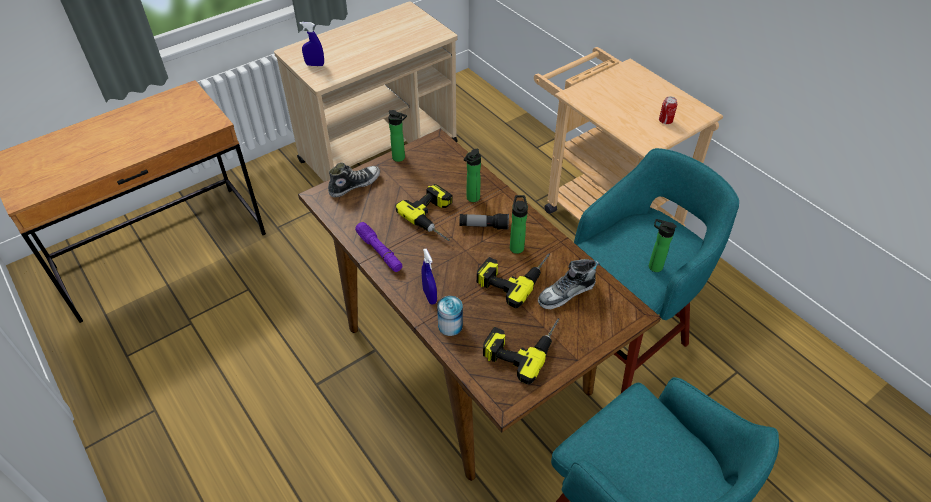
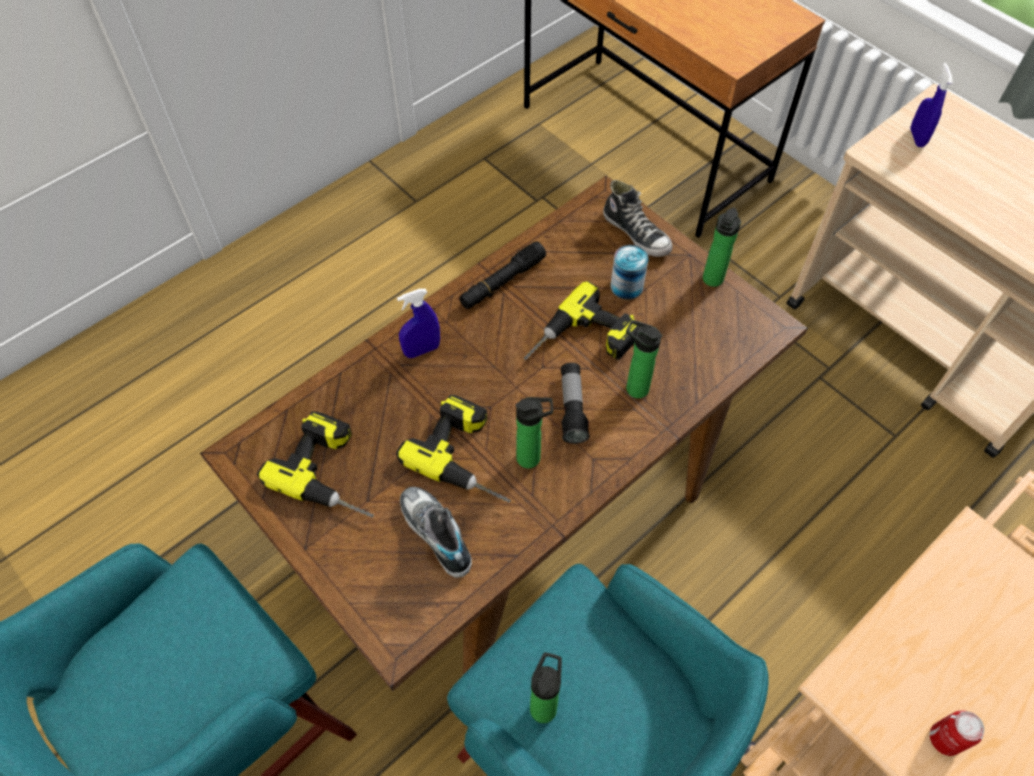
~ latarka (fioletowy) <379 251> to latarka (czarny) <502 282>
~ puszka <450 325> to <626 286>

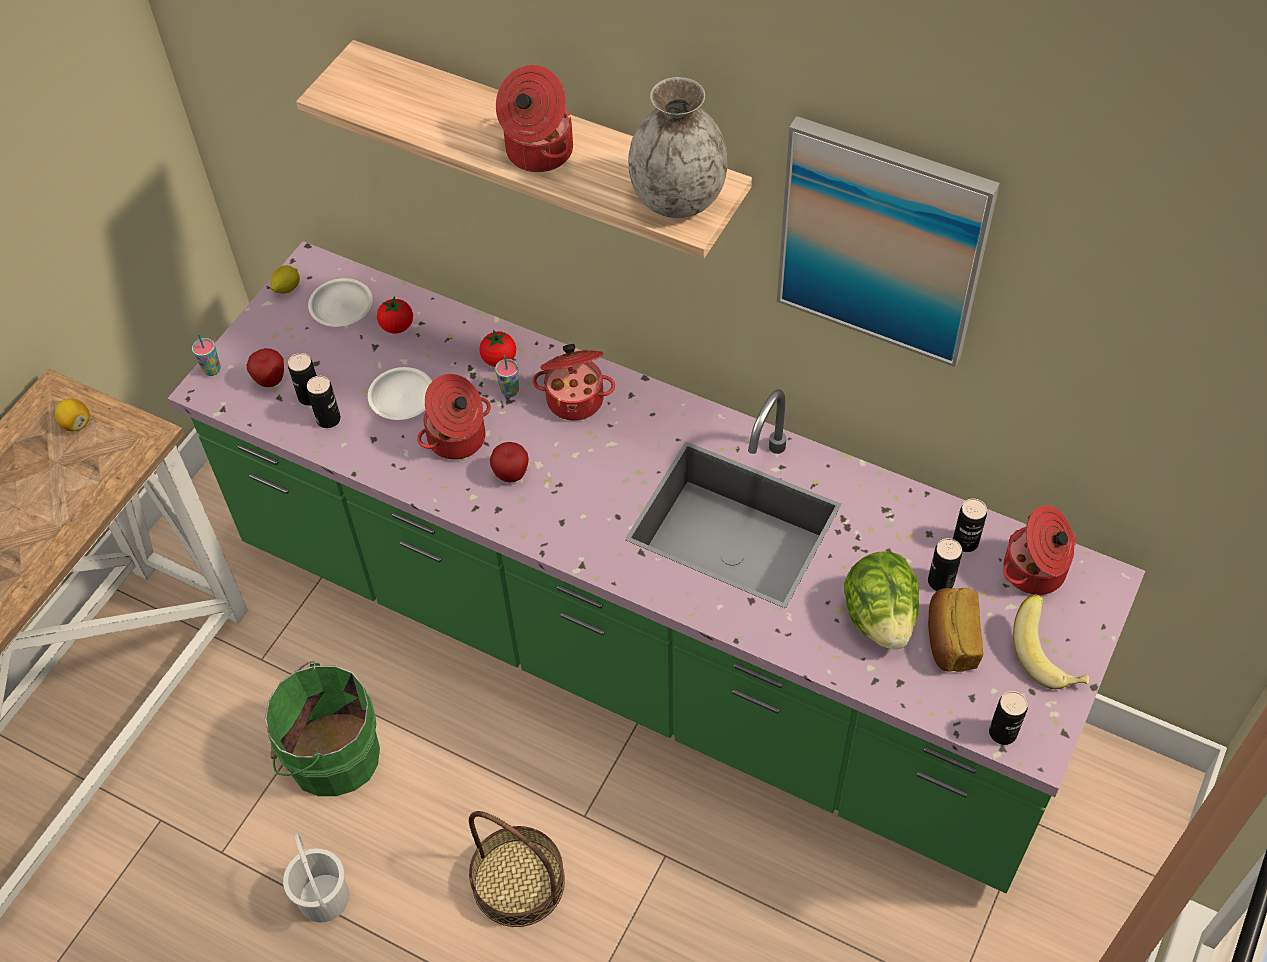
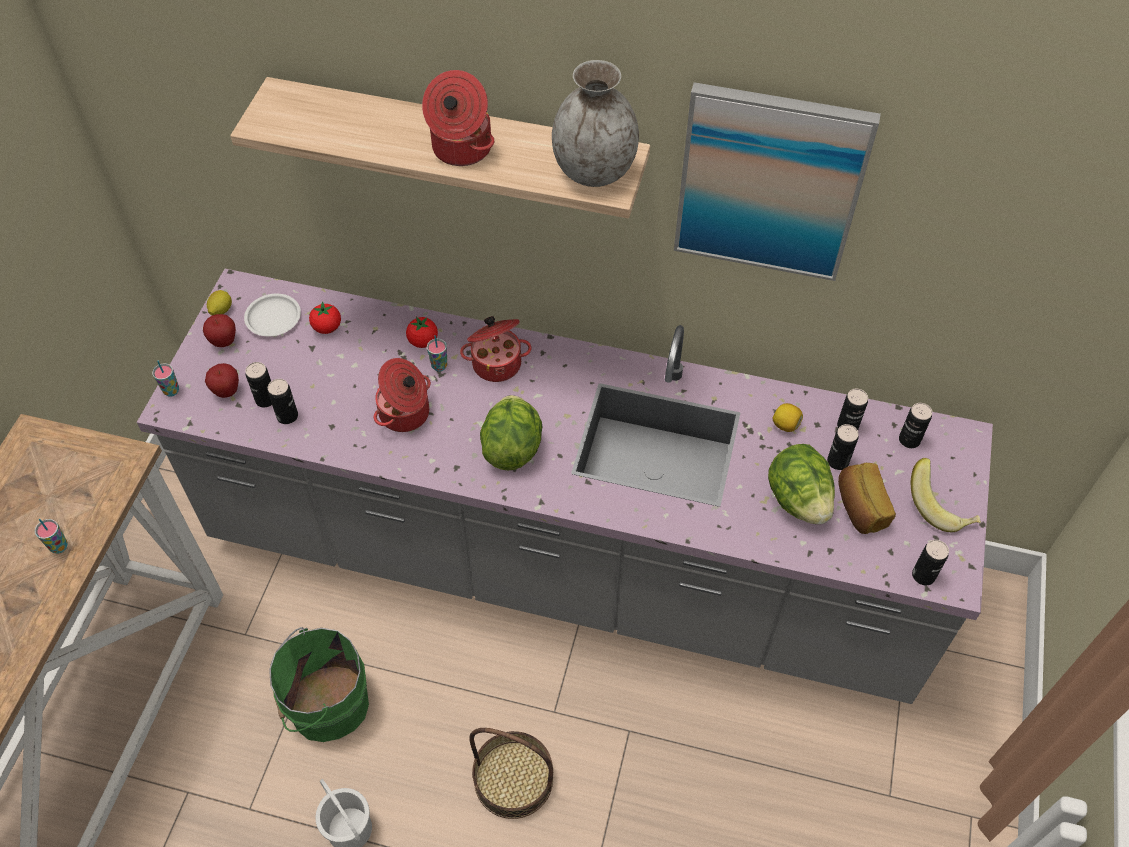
~ cytryna <76 424> to <785 425>
~ zabudowa kuchenna (zielony) <640 645> to zabudowa kuchenna (szary) <564 561>
- talerz (biały) <402 397>
~ jabłko <511 475> to <224 342>
~ garnek <1035 571> to puszka <909 440>
+ filiżanka <59 546>
+ sałata <512 447>

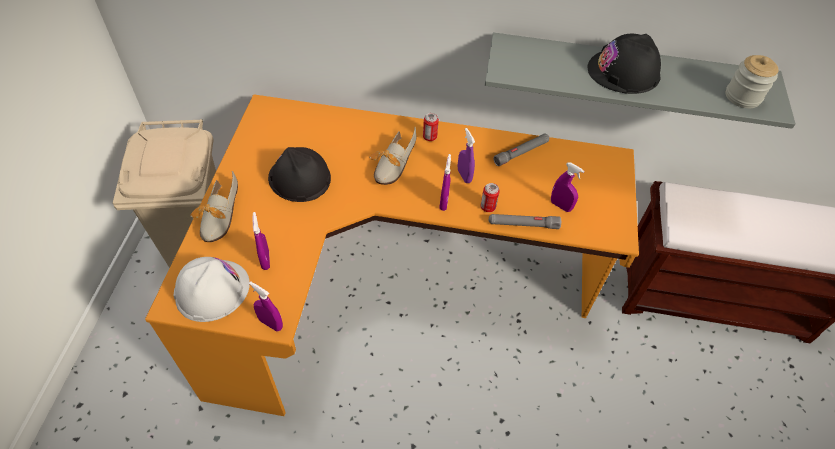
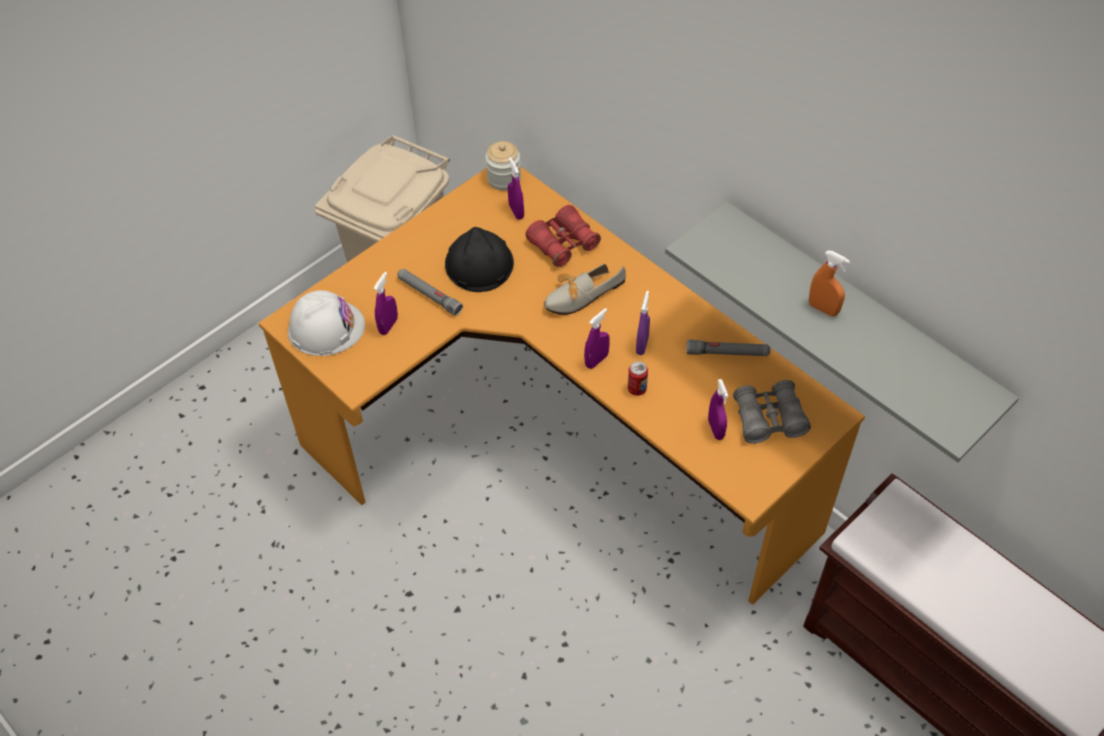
- but <218 218>
~ spryskiwacz (fioletowy) <271 323> to <516 212>
- puszka <429 137>
~ latarka (szary) <523 224> to <429 295>
~ kask (czarny) <624 72> to spryskiwacz (pomarańczowy) <823 309>
~ słoik <742 97> to <504 179>
+ lornetka (czerwony) <563 244>
+ lornetka (szary) <769 419>

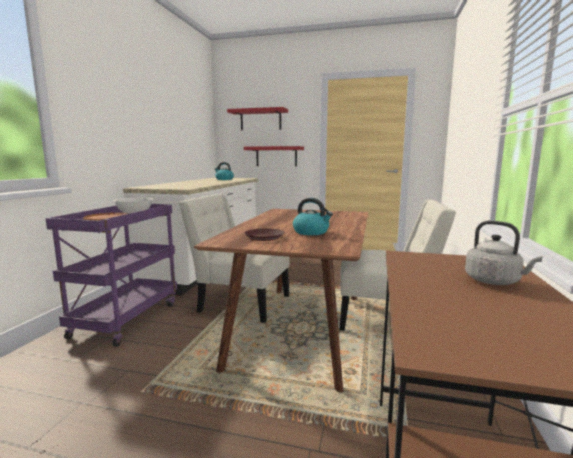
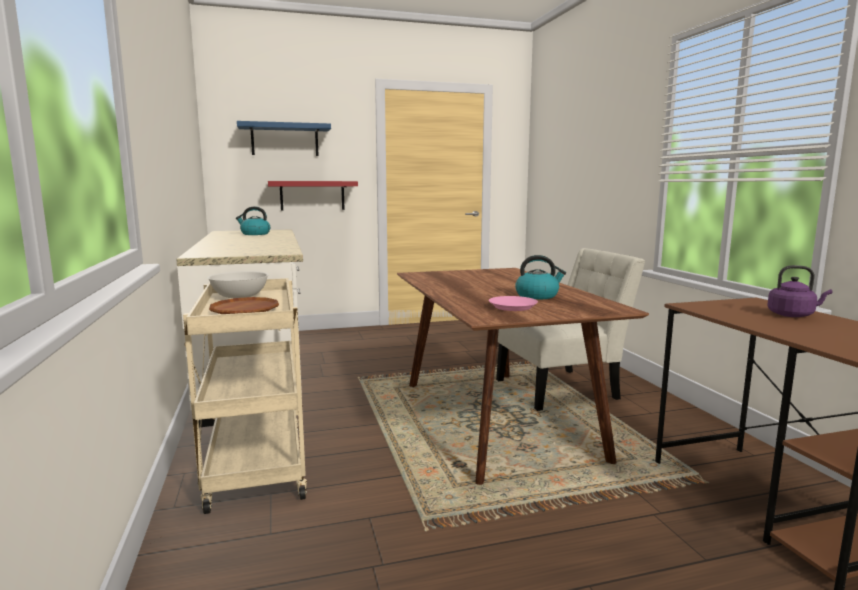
~ wózek (fioletowy) <126 319> to wózek (beżowy) <255 465>
- krzesło (biały) <240 302>
~ półka (czerwony) <260 120> to półka (niebieski) <285 140>
~ talerz (brązowy) <264 237> to talerz (różowy) <512 307>
~ czajnik (szary) <495 281> to czajnik (fioletowy) <793 315>

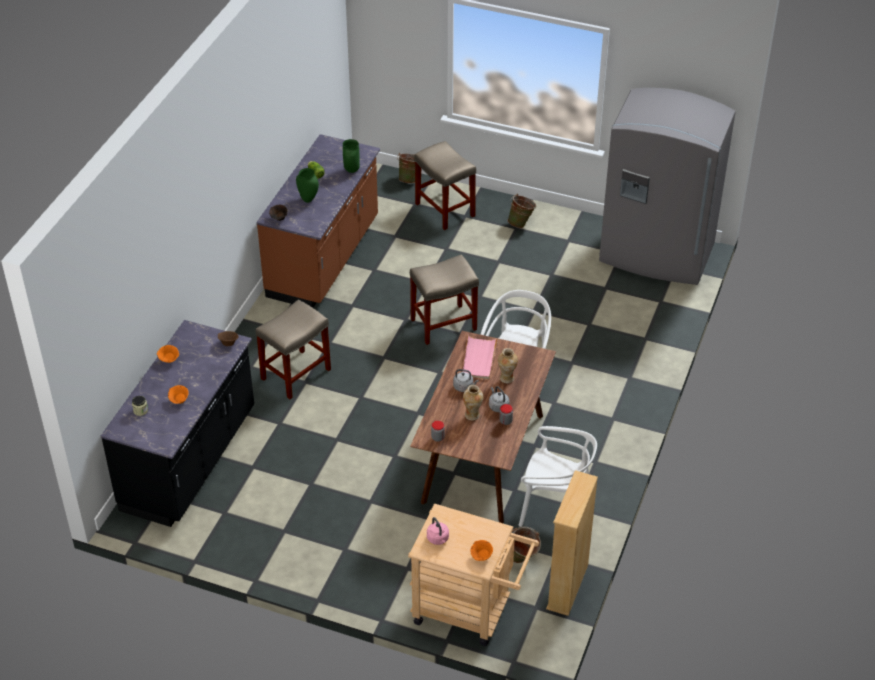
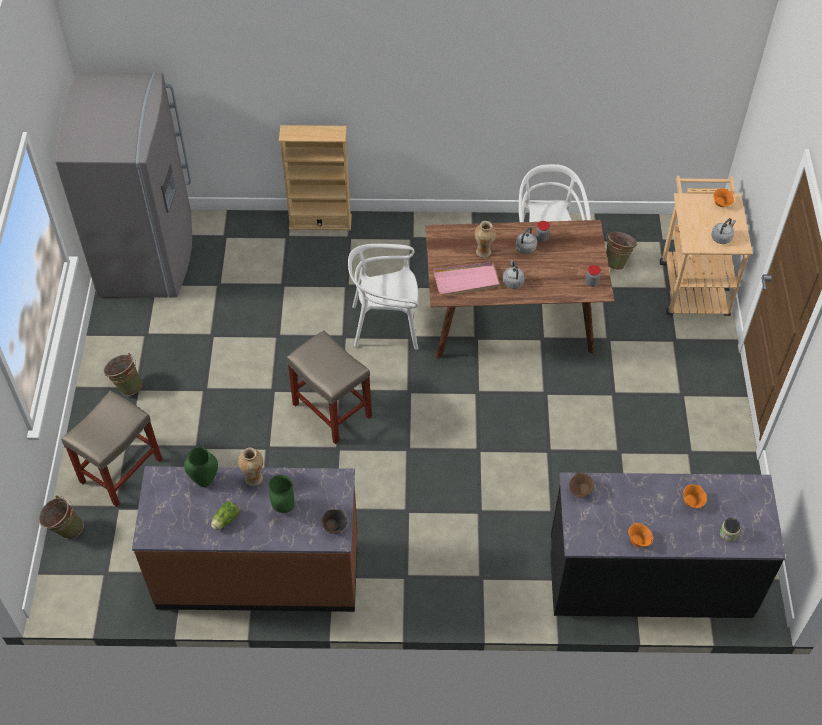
- stołek (beżowy) <296 373>
~ czajnik (różowy) <438 539> to czajnik (szary) <722 237>
~ wazon <472 415> to <254 478>
~ regał (beżowy) <567 586> to <320 222>

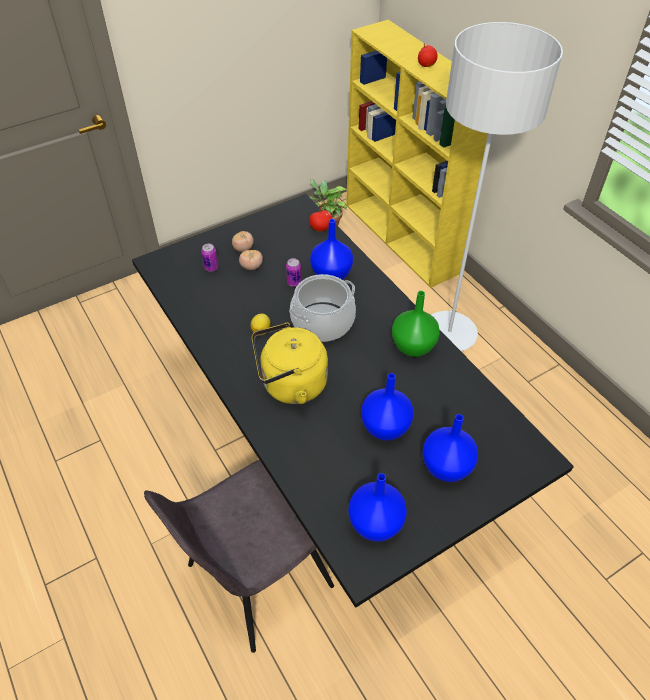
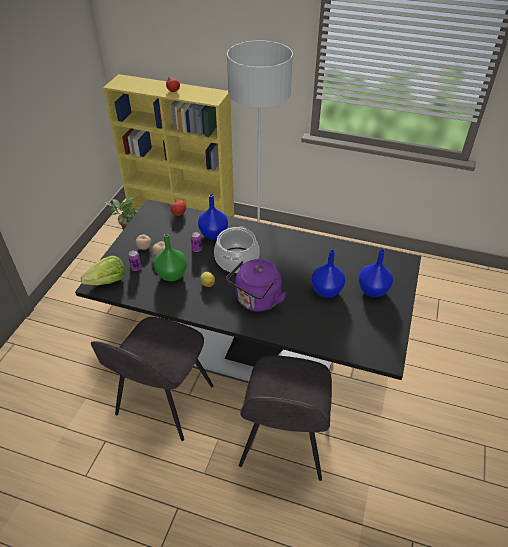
~ czajnik (żółty) <290 385> to czajnik (fioletowy) <256 301>
- wazon (niebieski) <377 524>
~ wazon (zielony) <412 347> to <171 275>
+ sałata <108 281>
+ krzesło (szary) <163 402>

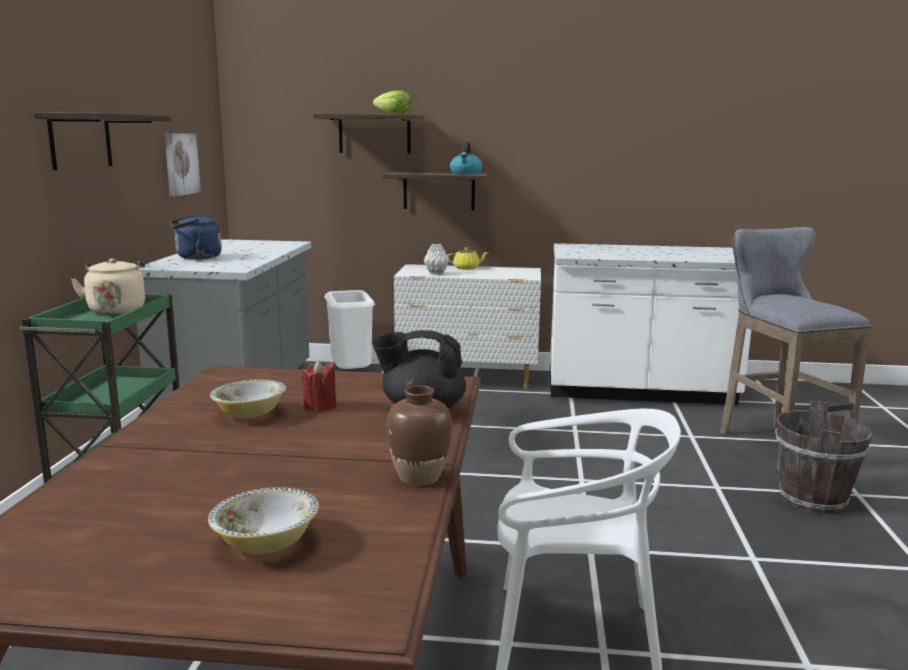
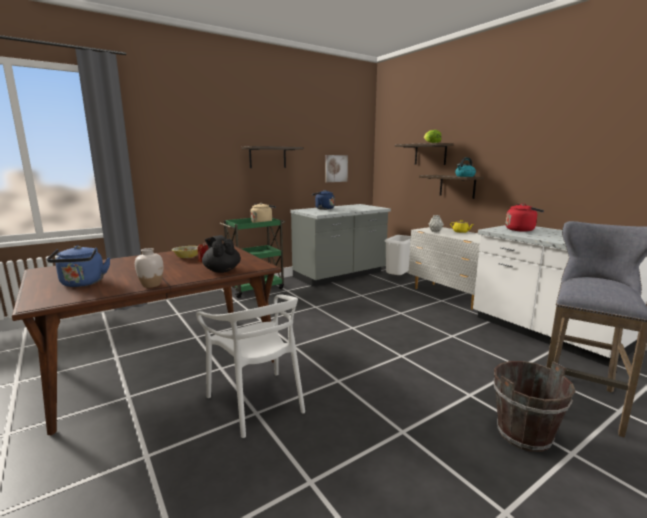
~ miska <266 543> to czajnik (niebieski) <82 284>
~ wazon (brązowy) <419 477> to wazon (biały) <151 285>
+ czajnik (czerwony) <521 230>

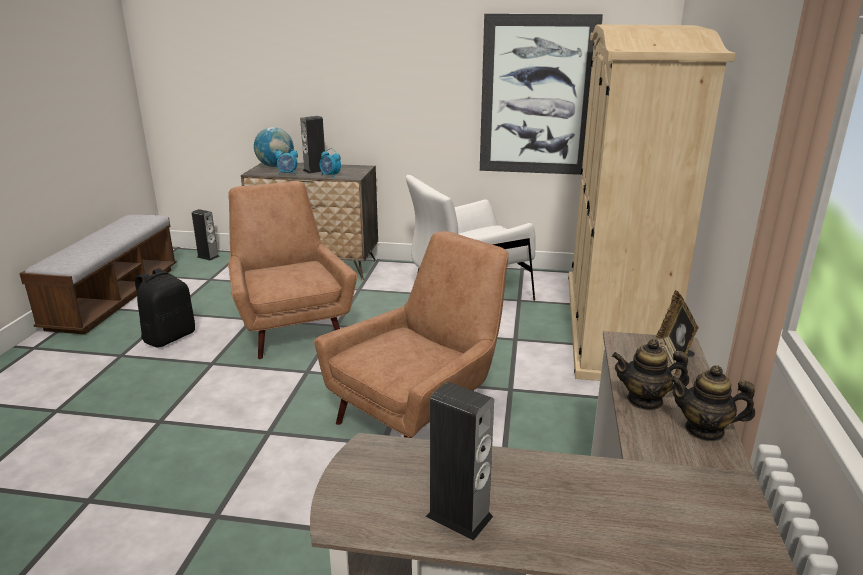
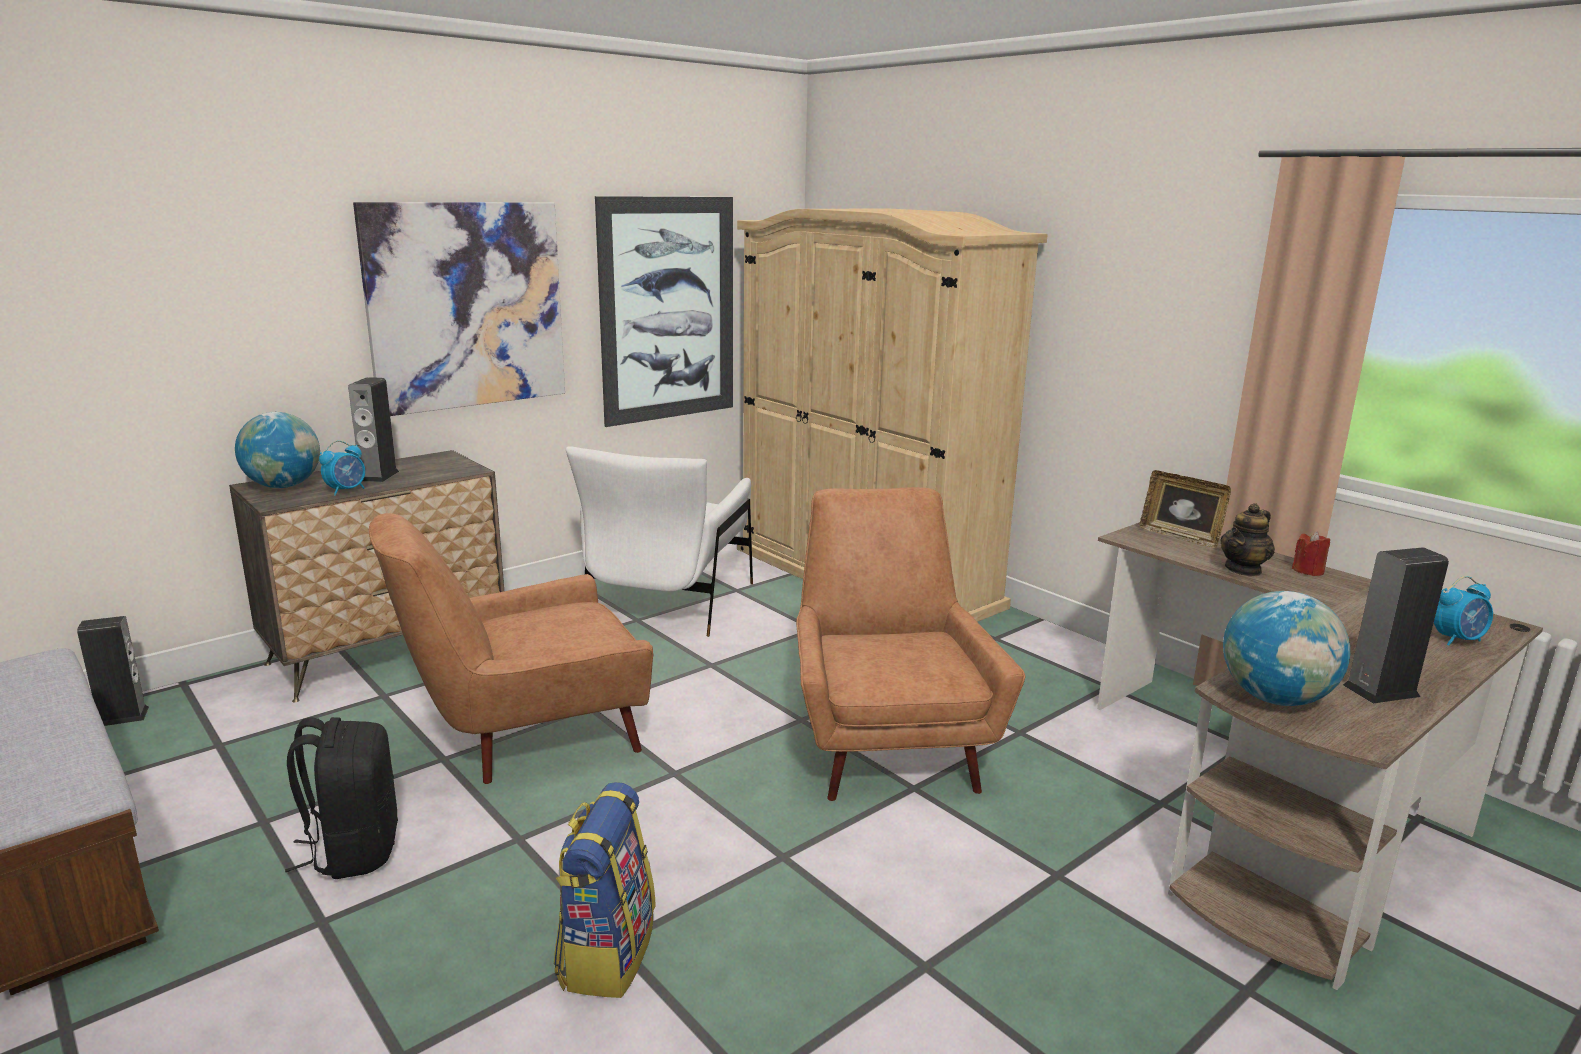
~ fotel (brązowy) <290 326> = <527 738> 45 degrees counterclockwise
~ budzik <330 175> to <1457 640>
~ imbryk <704 430> to świeca (czerwony) <1308 571>
+ obraz <466 306>
+ plecak <606 953>
+ globus <1275 699>

